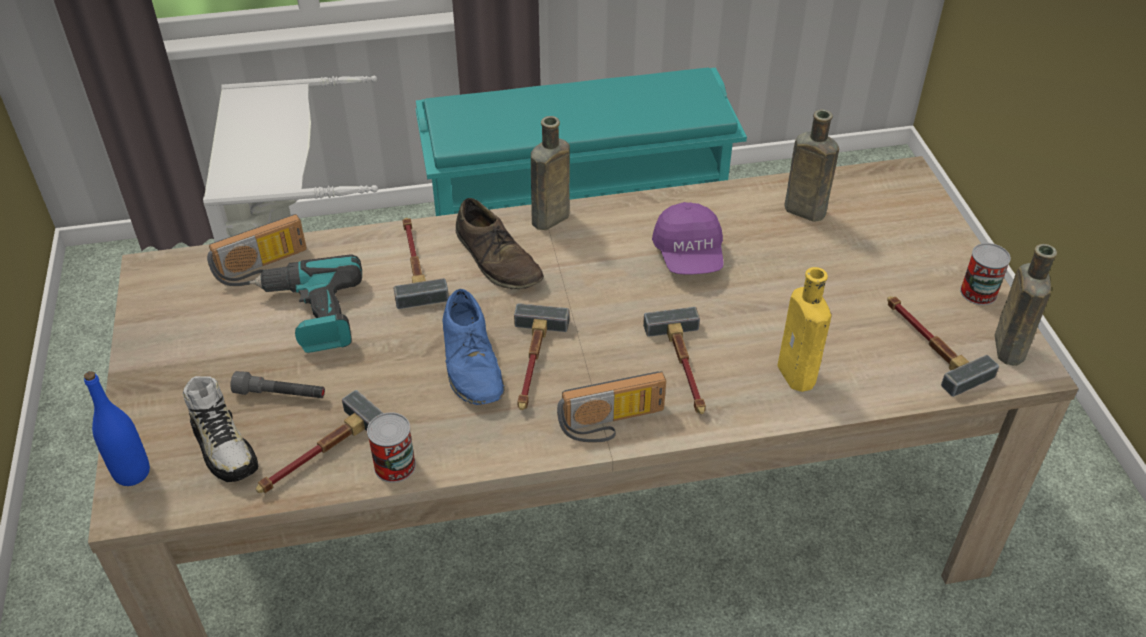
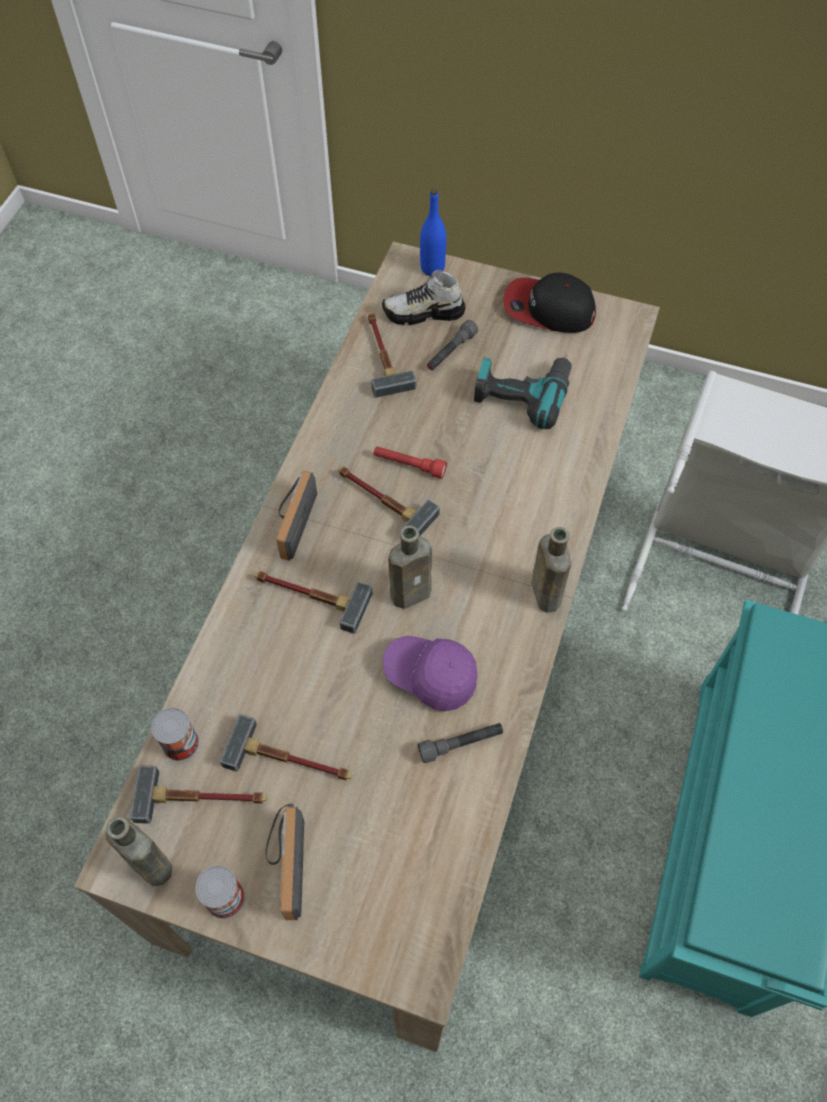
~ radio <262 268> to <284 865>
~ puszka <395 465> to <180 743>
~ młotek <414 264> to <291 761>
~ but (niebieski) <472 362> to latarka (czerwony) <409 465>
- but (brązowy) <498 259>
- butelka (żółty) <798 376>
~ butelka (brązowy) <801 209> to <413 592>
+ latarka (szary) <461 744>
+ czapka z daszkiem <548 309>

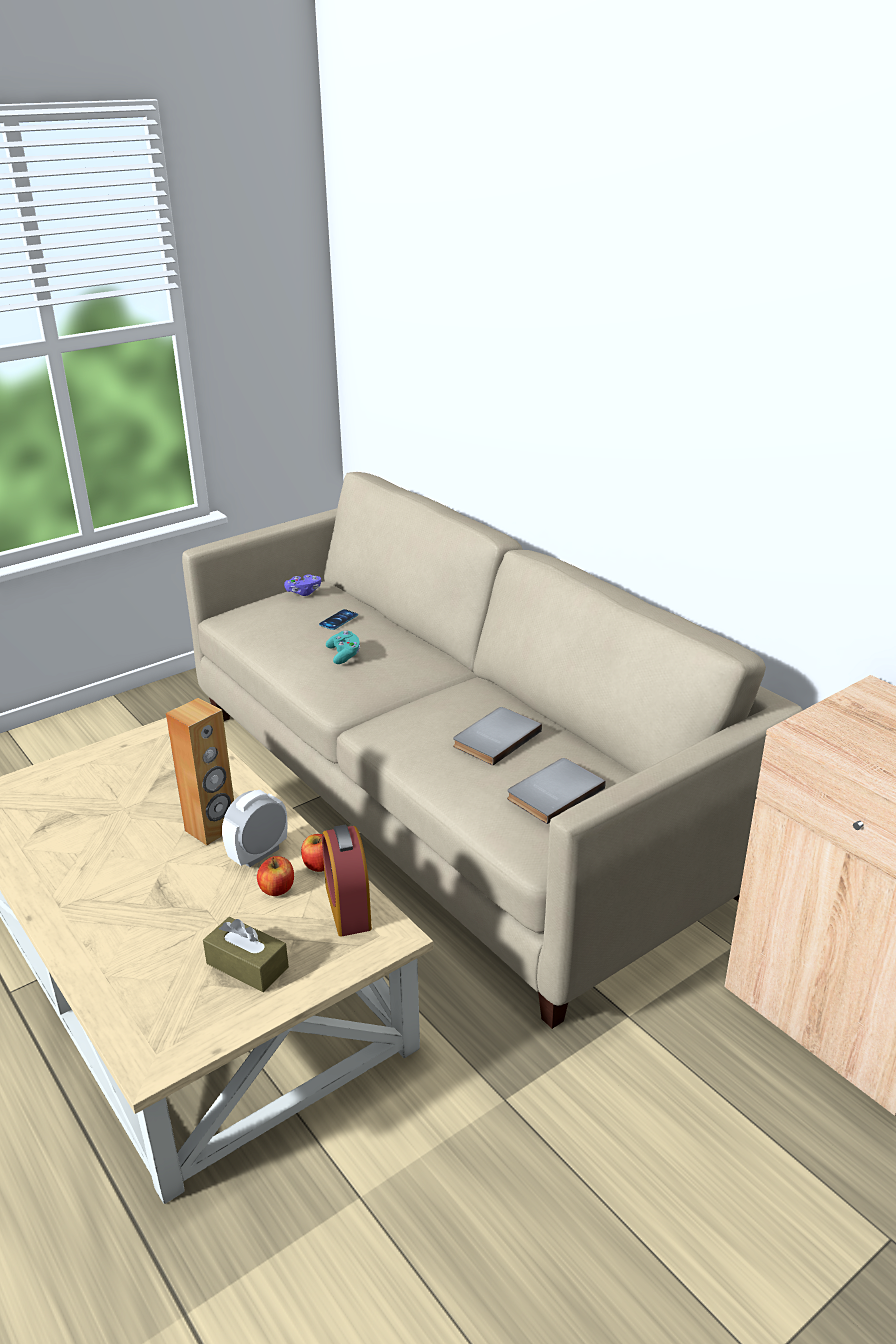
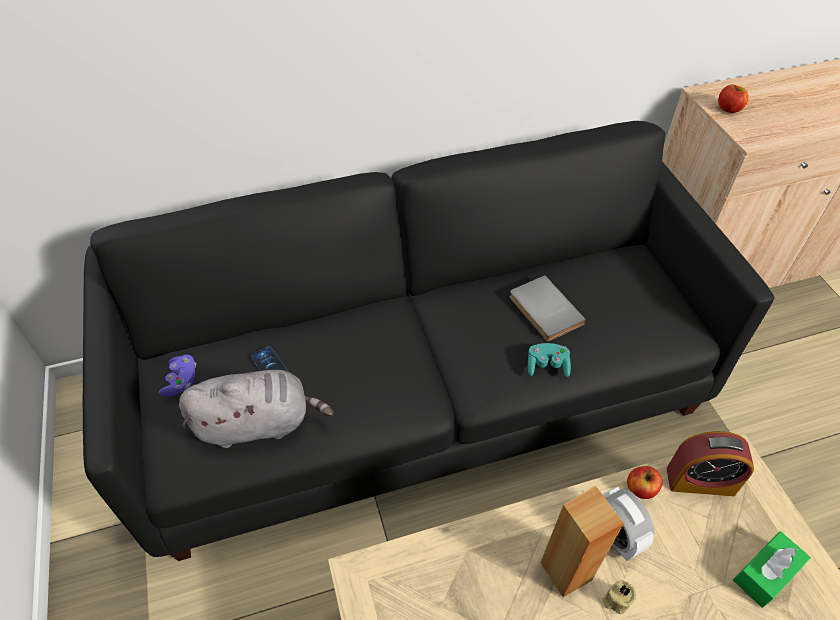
~ kanapa (beżowy) <451 797> to kanapa (czarny) <421 389>
~ pudełko chusteczek (brązowy) <247 965> to pudełko chusteczek (zielony) <765 573>
~ jabłko <277 889> to <729 109>
~ pad do gier (turkusowy) <344 655> to <547 366>
- książka (szary) <553 792>
+ pluszak (szary) <258 423>
+ świeca (beżowy) <616 600>

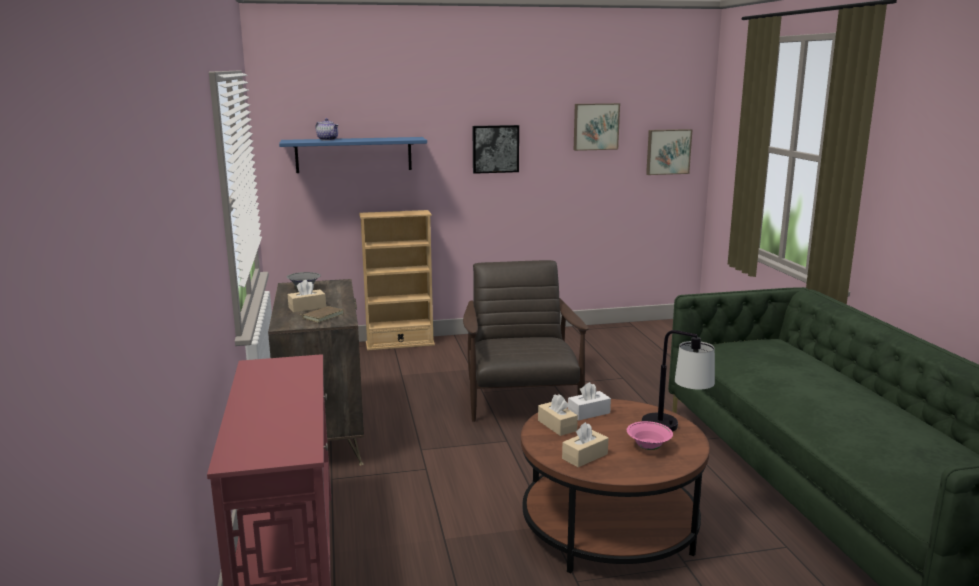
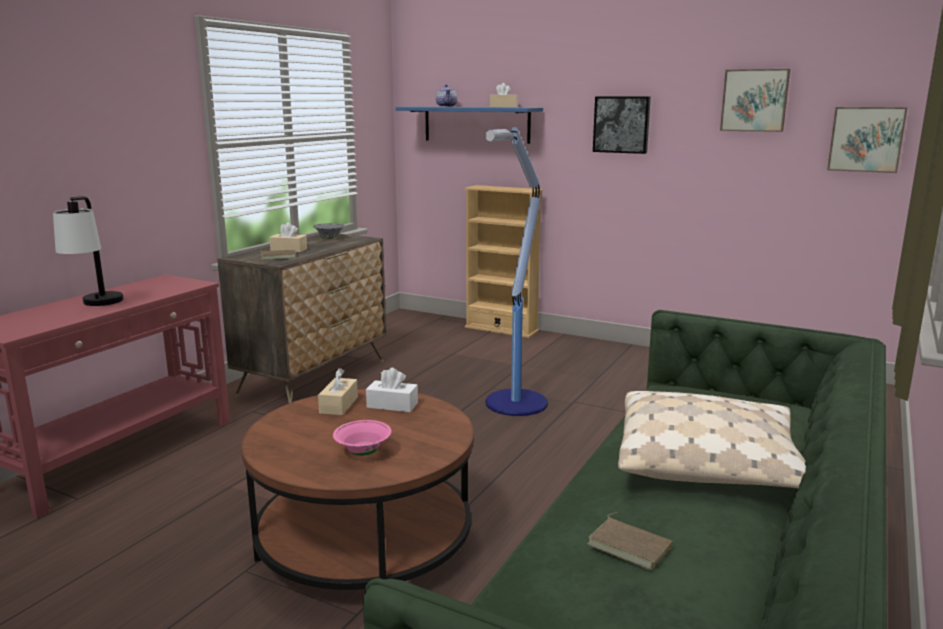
~ fotel (brązowy) <521 399> to lampa stojąca <515 404>
~ pudełko chusteczek (beżowy) <585 456> to <503 107>
~ lampa stołowa <674 430> to <96 306>
+ książka (brązowy) <631 545>
+ poduszka (beżowy) <707 461>

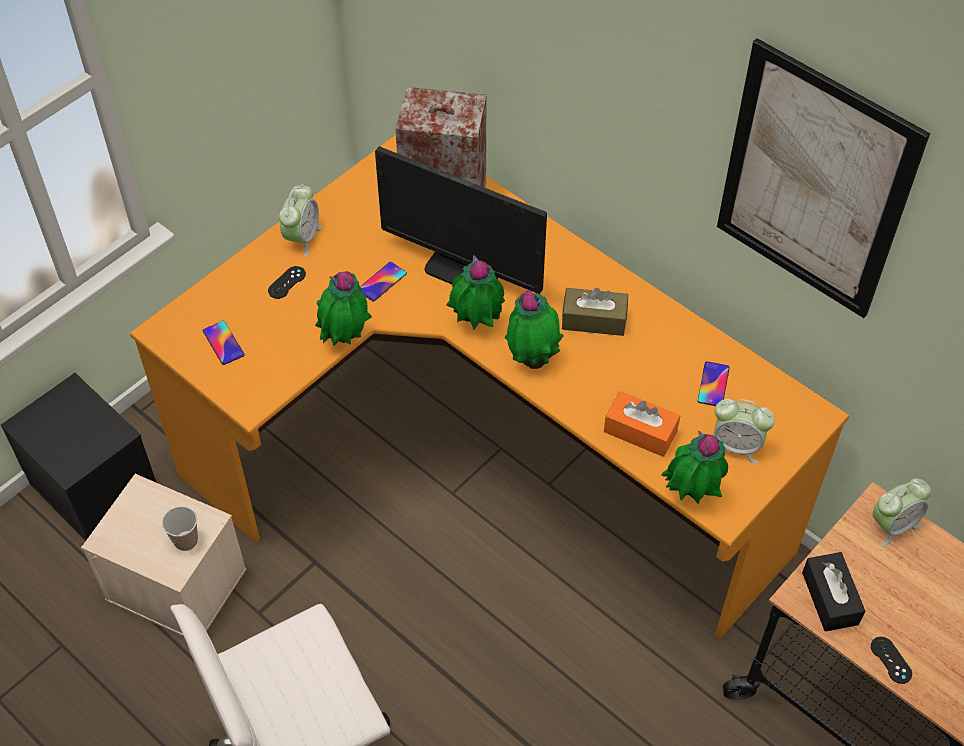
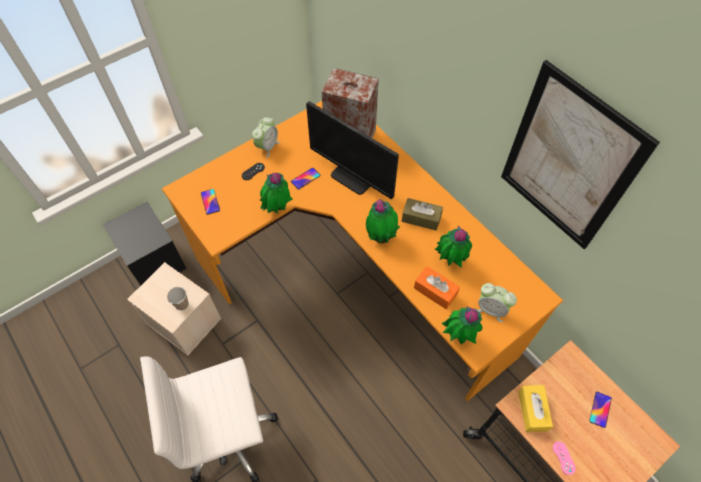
~ roślina doniczkowa <476 325> to <449 261>
~ telefon <713 384> to <600 409>
~ pudełko chusteczek (czarny) <830 598> to pudełko chusteczek (żółty) <532 410>
~ pad do gier (czarny) <891 660> to pad do gier (różowy) <563 458>
- budzik <893 525>

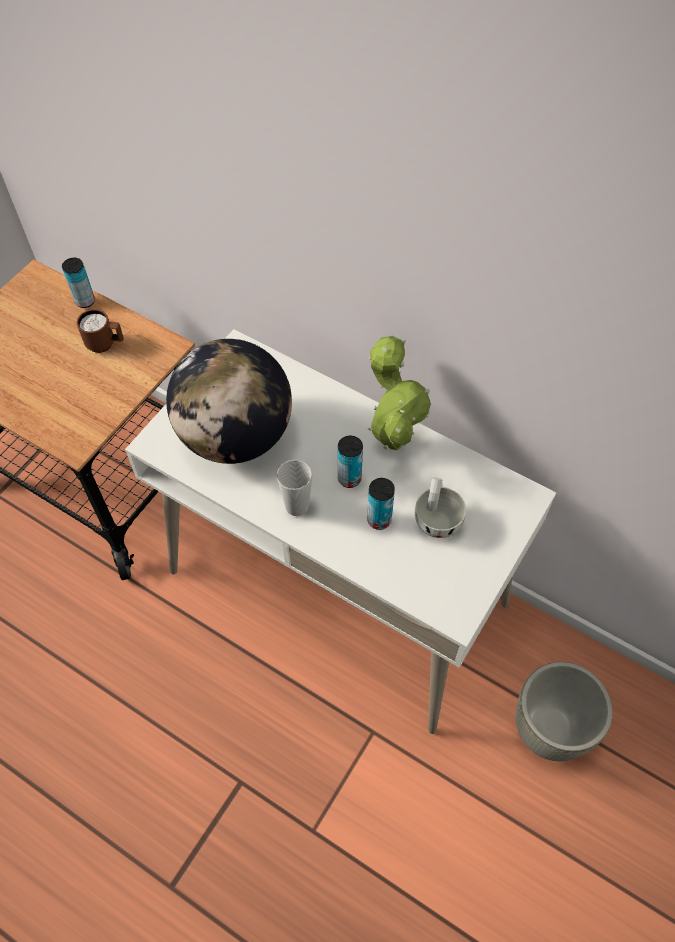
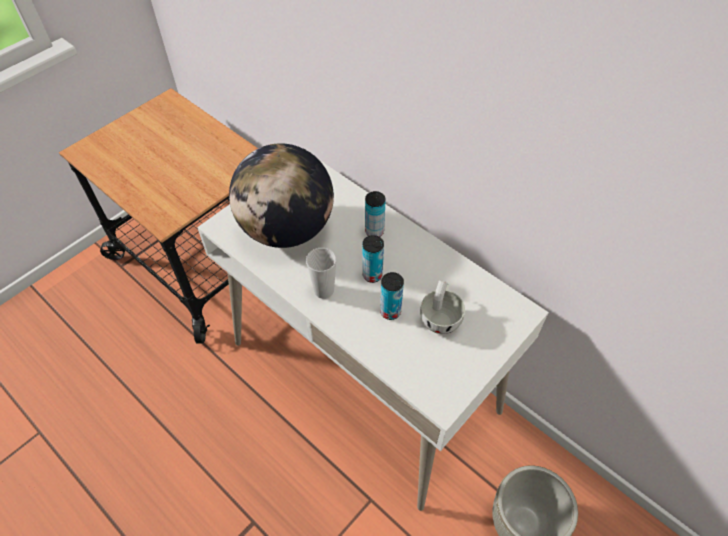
~ puszka <85 301> to <374 231>
- kubek (brązowy) <105 344>
- roślina doniczkowa <392 439>

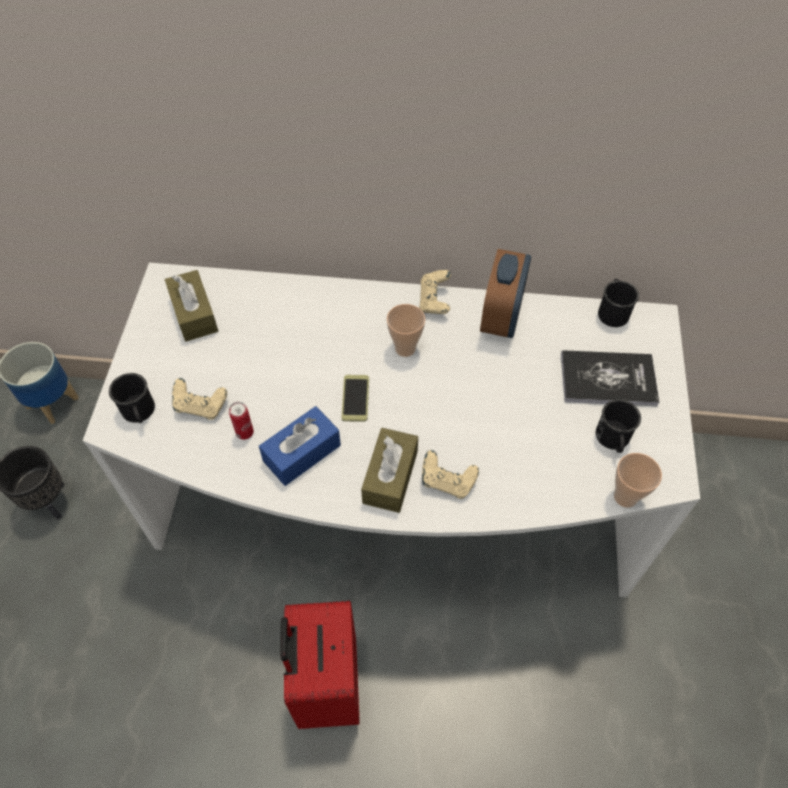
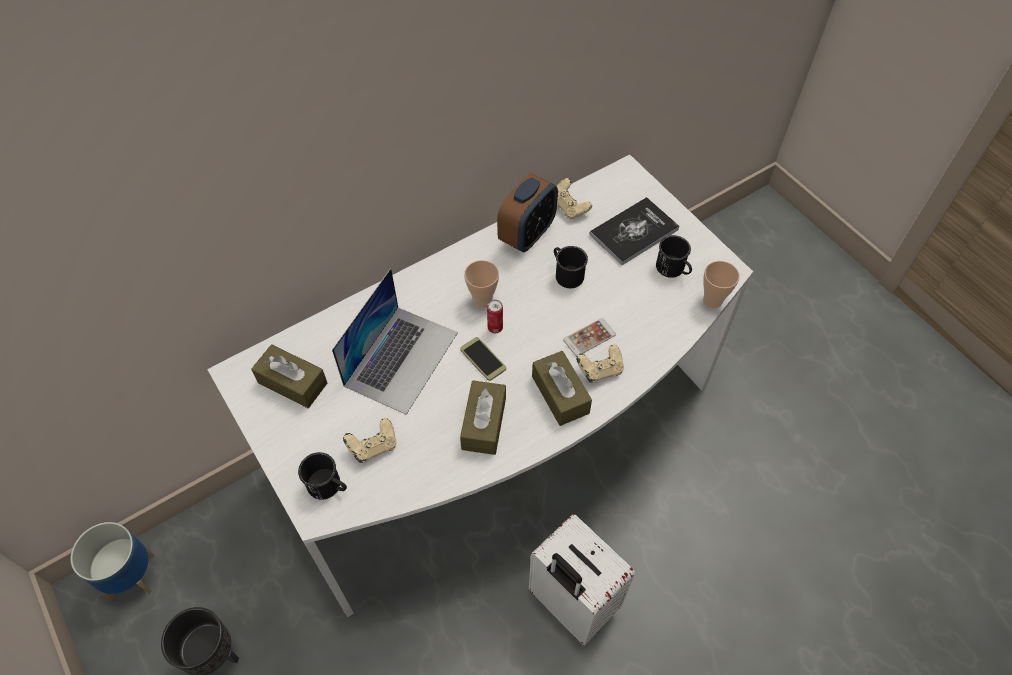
~ puszka <245 433> to <495 328>
~ pudełko chusteczek (niebieski) <302 453> to pudełko chusteczek (brązowy) <484 423>
~ walizka (czerwony) <326 685> to walizka (biały) <570 603>
~ pad do gier (beżowy) <434 301> to <569 207>
~ budzik <501 317> = <527 235> 60 degrees clockwise
~ kubek (czarny) <612 311> to <566 274>
+ laptop <401 358>
+ telefon <589 337>

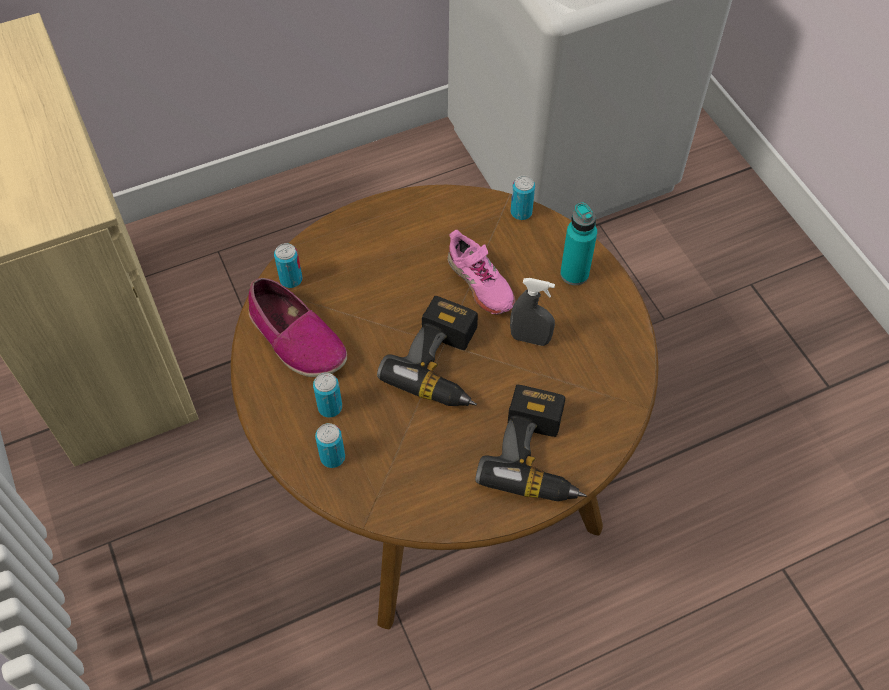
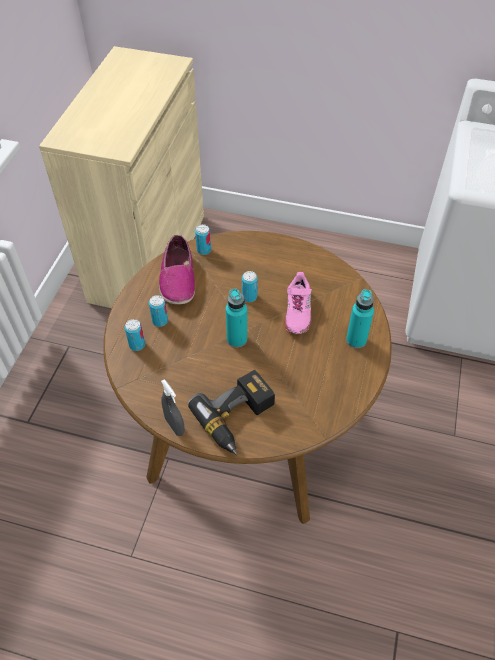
~ wiertarka <445 365> to butelka (turkusowy) <237 339>
~ spryskiwacz (szary) <530 339> to <174 426>
~ puszka <521 212> to <249 297>

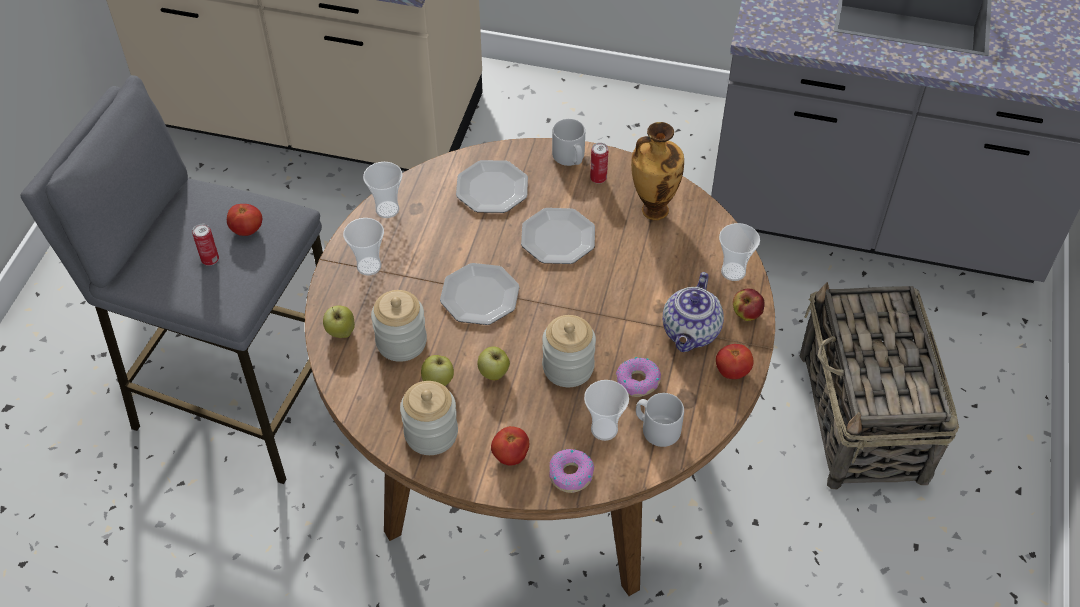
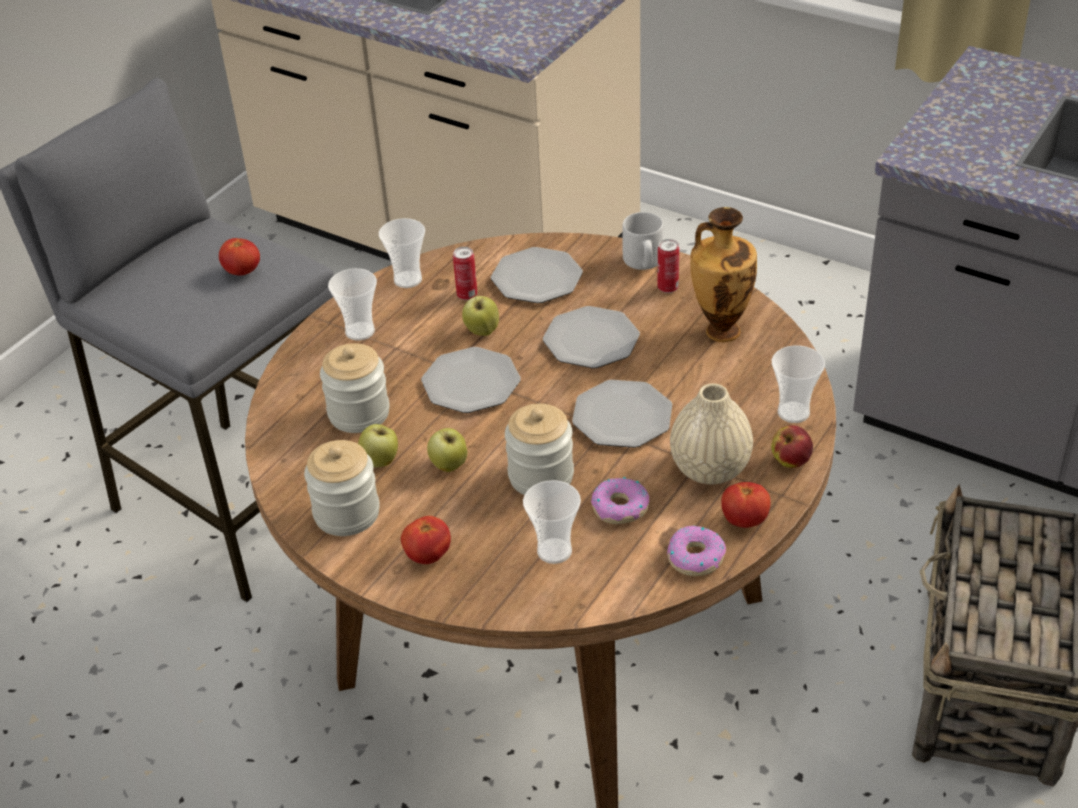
~ puszka <210 260> to <467 295>
~ jabłko <341 332> to <482 332>
~ donut <570 474> to <695 557>
- kubek (szary) <656 429>
~ imbryk <691 333> to wazon (beżowy) <710 468>
+ talerz <621 416>

